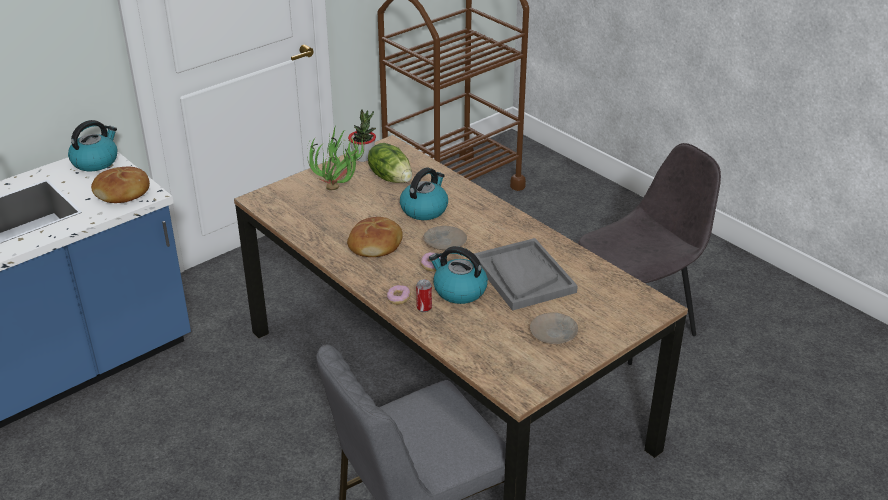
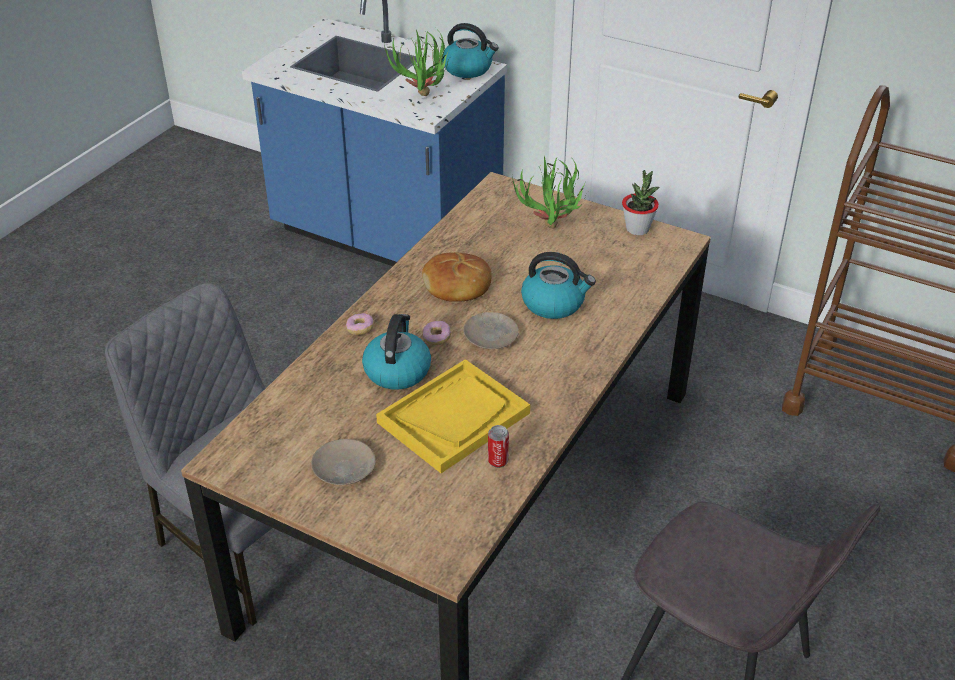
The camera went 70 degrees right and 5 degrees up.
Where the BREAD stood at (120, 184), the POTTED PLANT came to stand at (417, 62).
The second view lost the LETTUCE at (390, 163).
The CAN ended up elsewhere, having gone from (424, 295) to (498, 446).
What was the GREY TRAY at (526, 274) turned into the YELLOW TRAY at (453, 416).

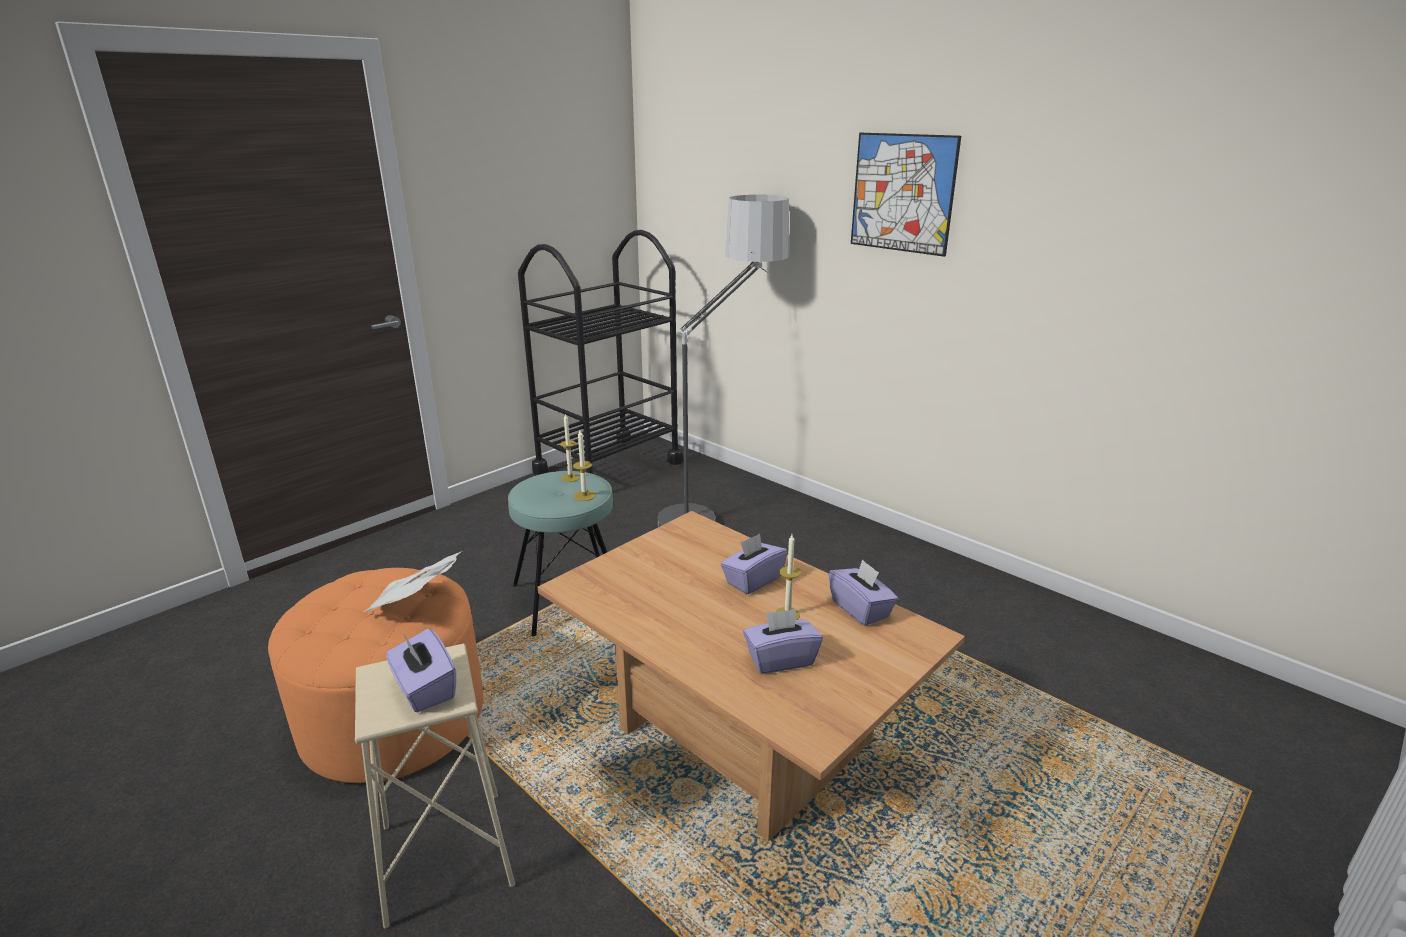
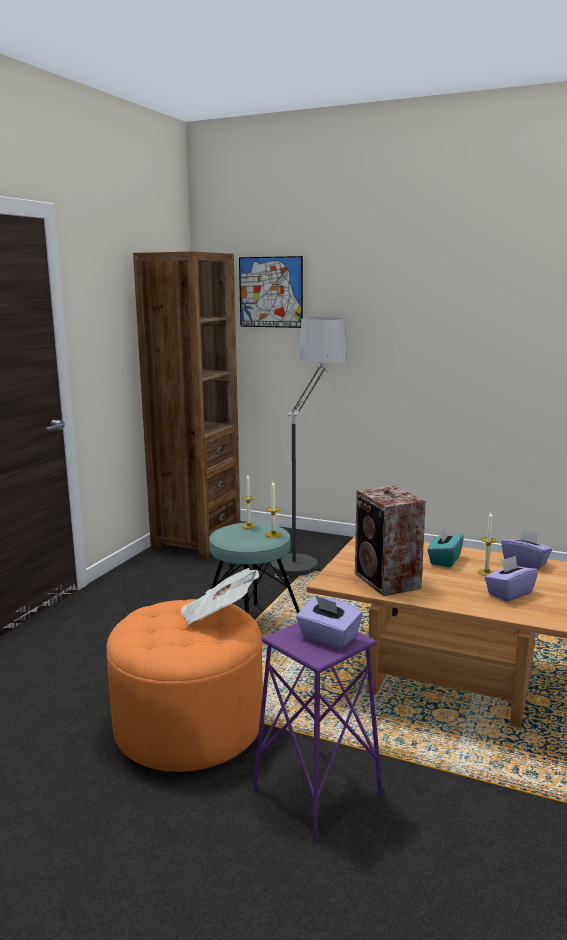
The camera went 20 degrees left and 10 degrees down.
What was the BEIGE STOOL at (435, 785) turned into the PURPLE STOOL at (318, 732).
Where the BLACK CART stood at (600, 352), the BROWN BOOKCASE came to stand at (186, 405).
What was the PURPLE TISSUE BOX at (754, 564) turned into the TURQUOISE TISSUE BOX at (445, 547).
The PICTURE ended up elsewhere, having gone from (906, 195) to (271, 292).
The second view gained the SPEAKER at (390, 541).

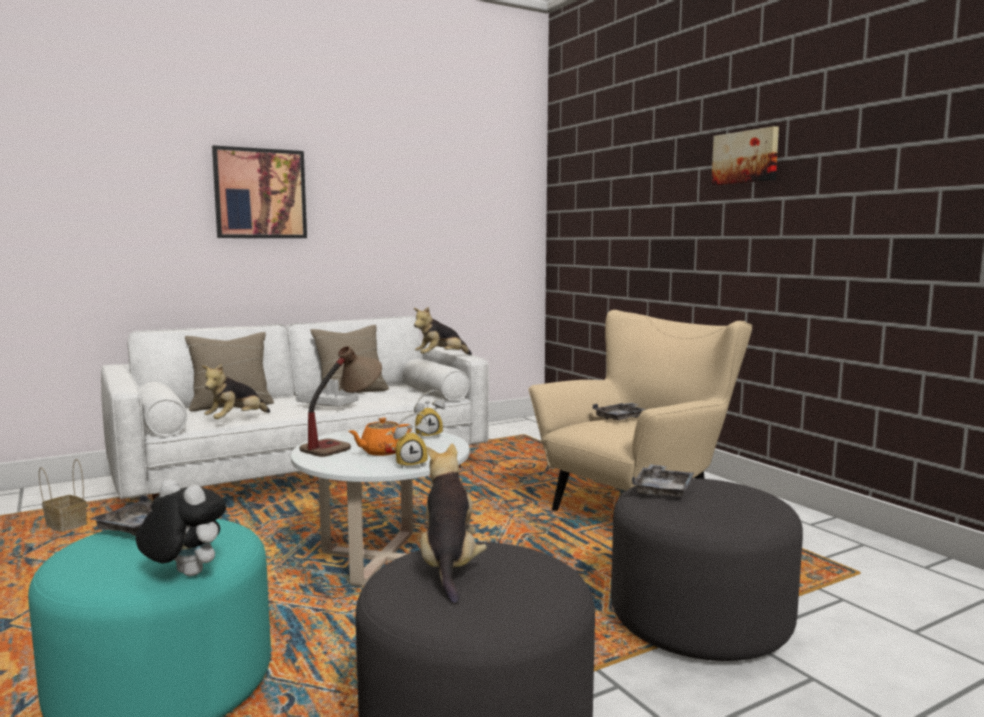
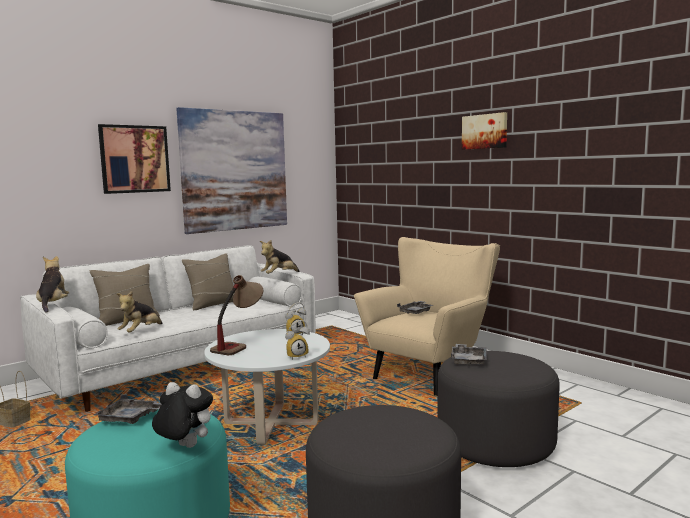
The camera went 10 degrees left and 0 degrees up.
The second view lost the GREY TRAY at (327, 392).
The second view lost the ORANGE TEAPOT at (380, 437).
The PLUSH TOY ended up elsewhere, having gone from (453, 523) to (52, 284).
The second view gained the PICTURE at (231, 170).

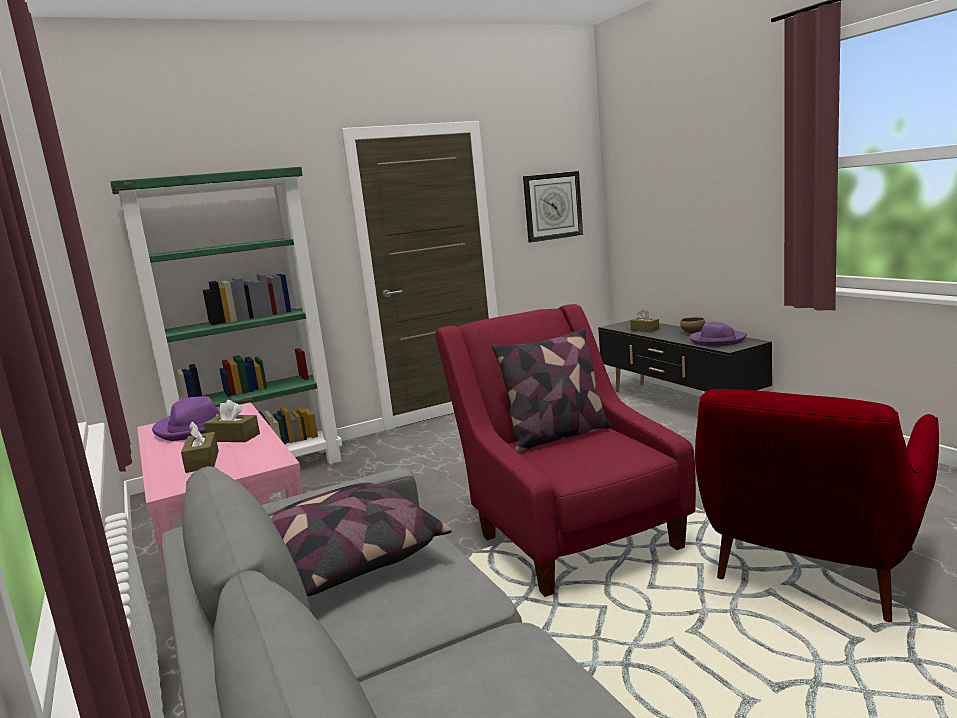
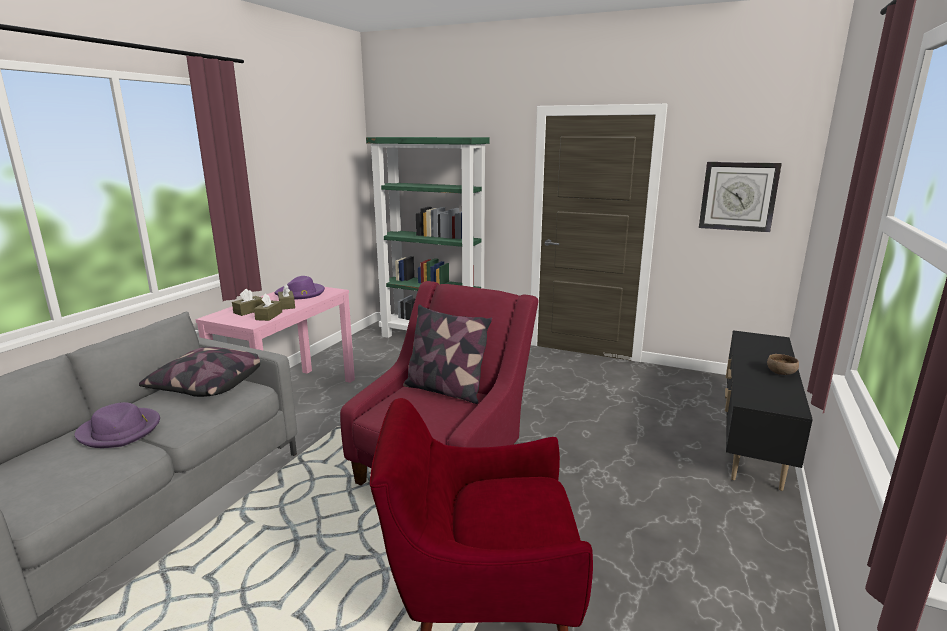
The camera went 50 degrees right and 5 degrees up.
The BROWN TISSUE BOX ended up elsewhere, having gone from (644, 320) to (268, 307).
The PURPLE HAT ended up elsewhere, having gone from (718, 334) to (117, 425).

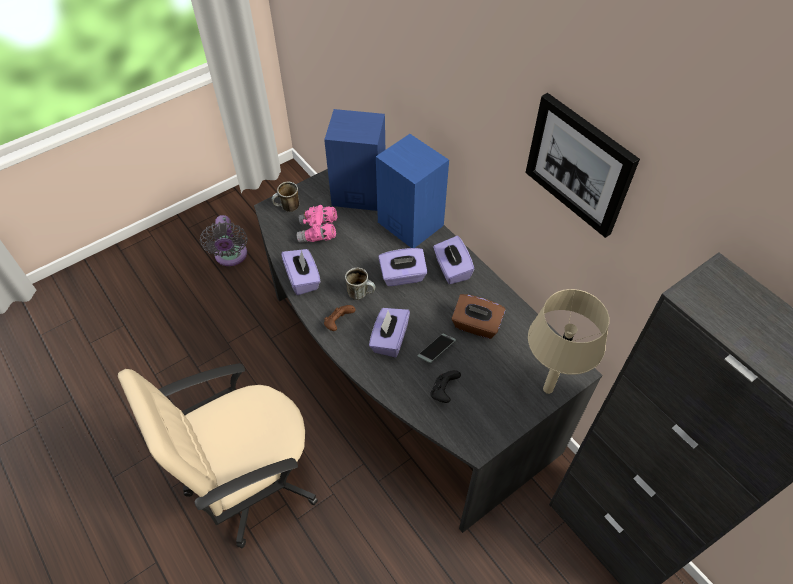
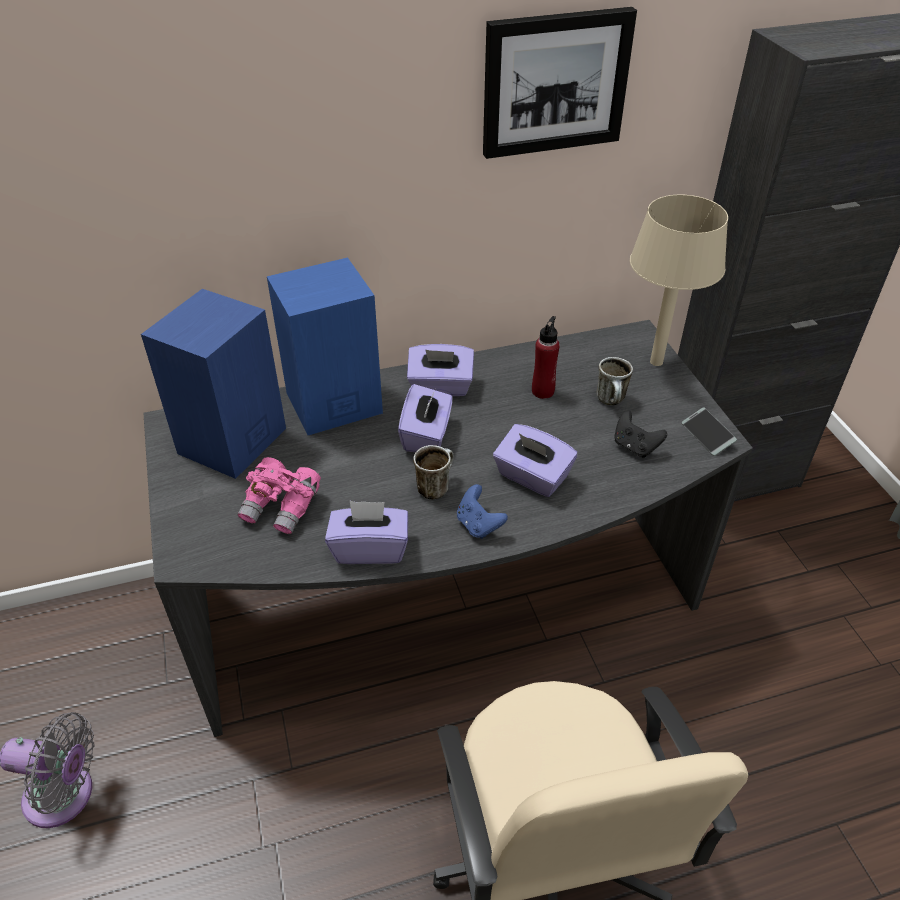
The camera went 70 degrees left and 10 degrees down.
The MUG ended up elsewhere, having gone from (285, 197) to (615, 381).
What was the BROWN GAME CONTROLLER at (340, 318) turned into the BLUE GAME CONTROLLER at (482, 511).
The PHONE ended up elsewhere, having gone from (437, 348) to (709, 431).
Where the BROWN TISSUE BOX stood at (478, 316), the RED BOTTLE came to stand at (546, 357).

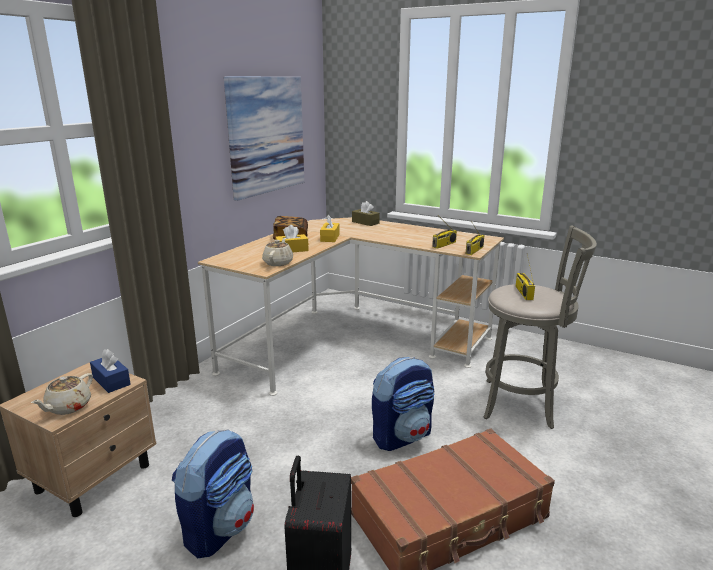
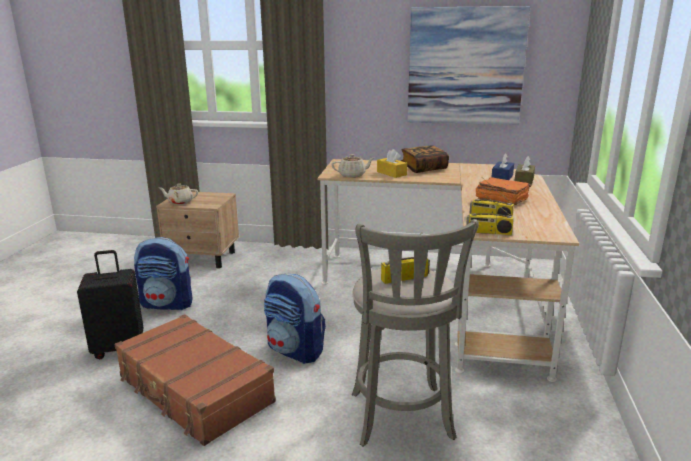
The camera went 70 degrees right and 0 degrees up.
The BLUE TISSUE BOX ended up elsewhere, having gone from (110, 371) to (503, 166).
The second view lost the YELLOW TISSUE BOX at (330, 228).
The second view gained the ORANGE BOOK at (503, 191).

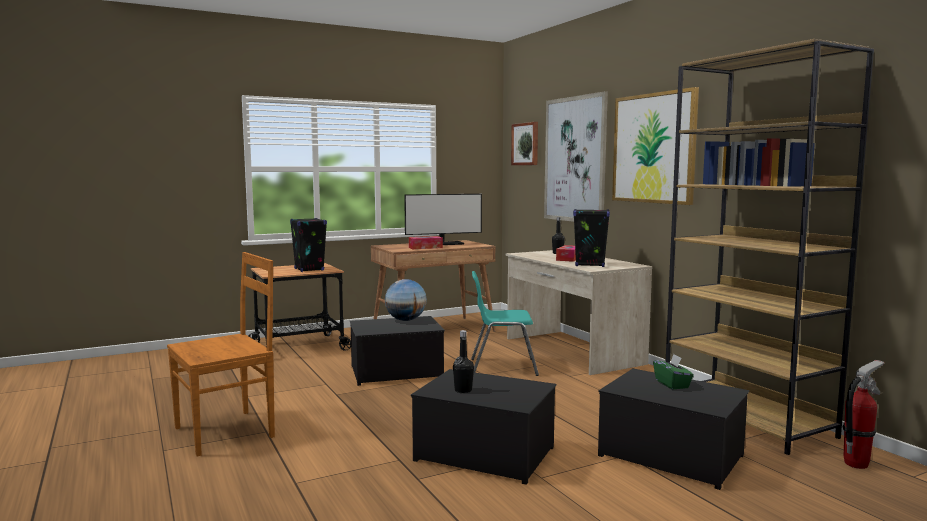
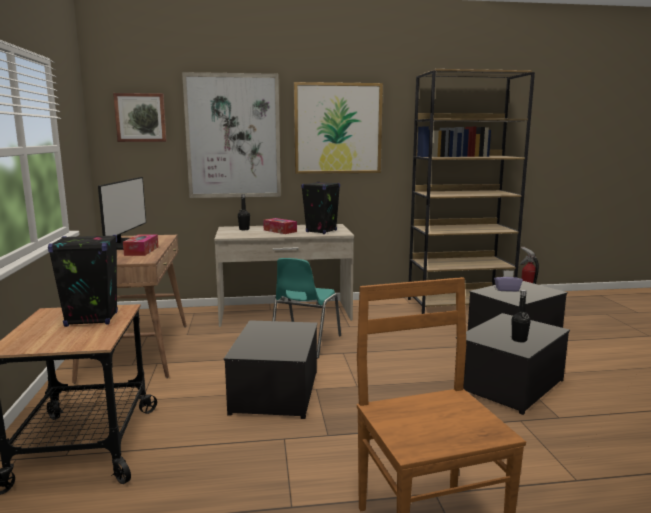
The camera went 70 degrees left and 5 degrees up.
The second view lost the GLOBE at (406, 300).
What was the GREEN TISSUE BOX at (673, 371) turned into the PURPLE TISSUE BOX at (508, 280).

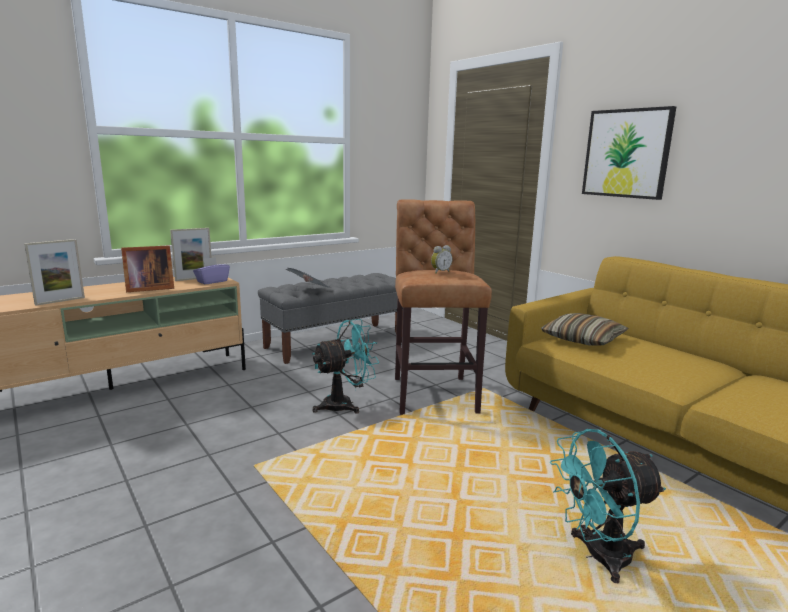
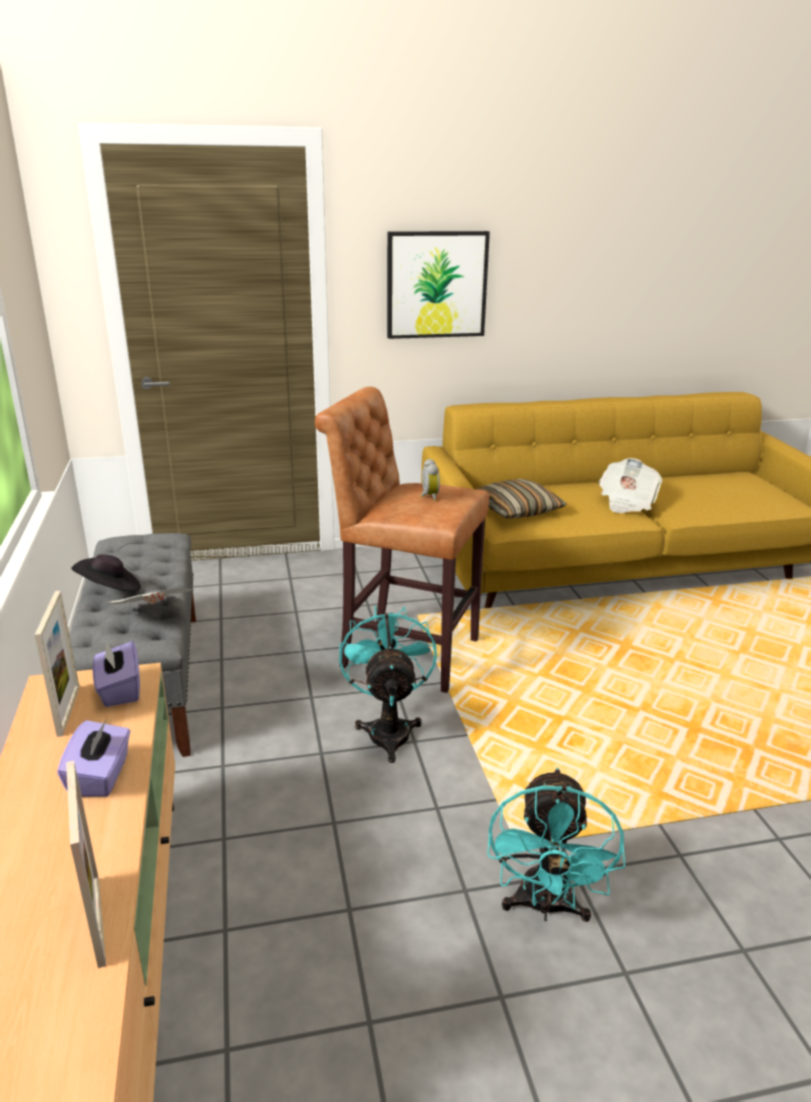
The camera went 65 degrees left and 10 degrees up.
Where the PICTURE FRAME stood at (147, 268), the PURPLE TISSUE BOX came to stand at (93, 758).
The TURQUOISE FAN ended up elsewhere, having gone from (608, 506) to (556, 845).
The second view gained the BLACK HAT at (106, 572).
The second view gained the NEWSPAPER at (630, 485).

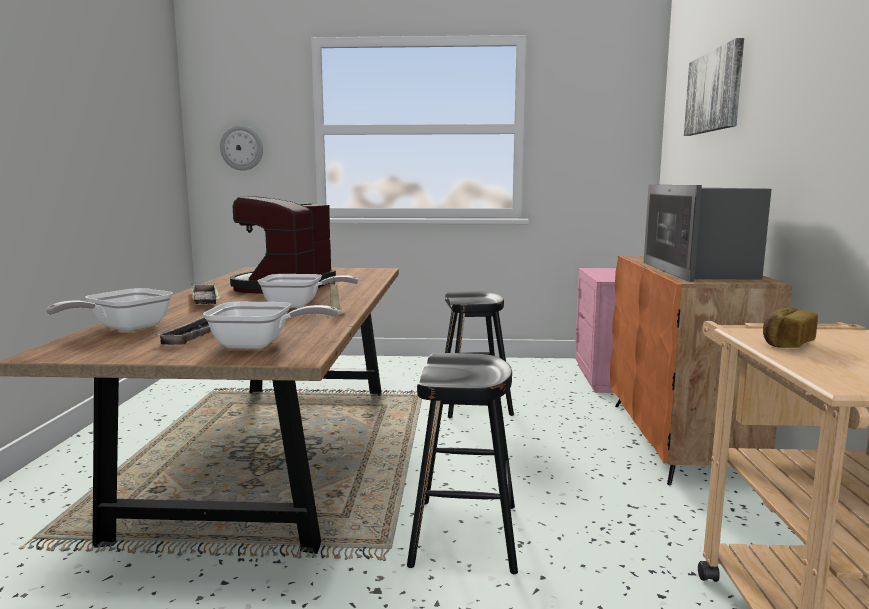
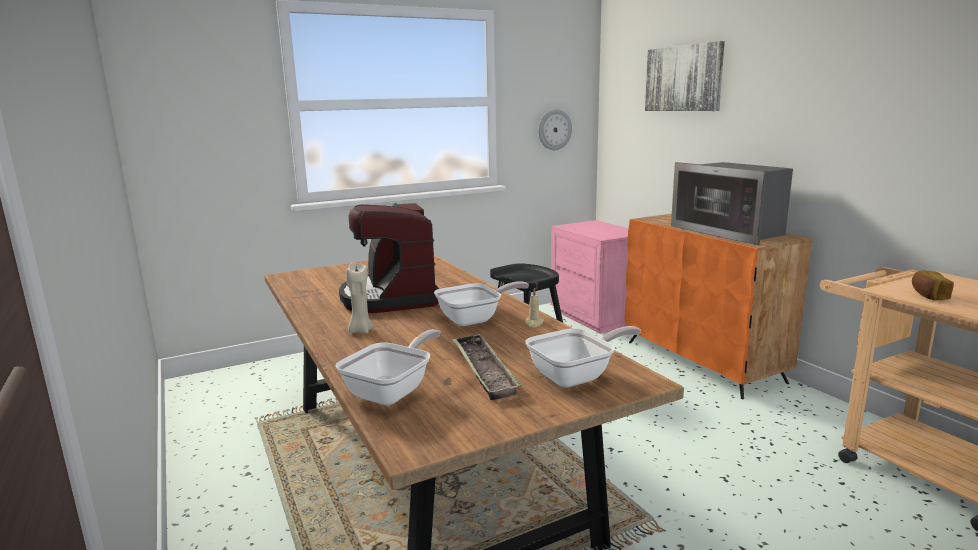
The camera went 30 degrees left and 5 degrees up.
The FRYING PAN at (109, 309) ended up facing another way, 150 degrees counterclockwise from before.
Where the TRAY stood at (205, 294), the BEIGE CANDLE came to stand at (360, 298).
The WALL CLOCK ended up elsewhere, having gone from (241, 148) to (555, 129).
The second view lost the BLACK STOOL at (462, 463).

